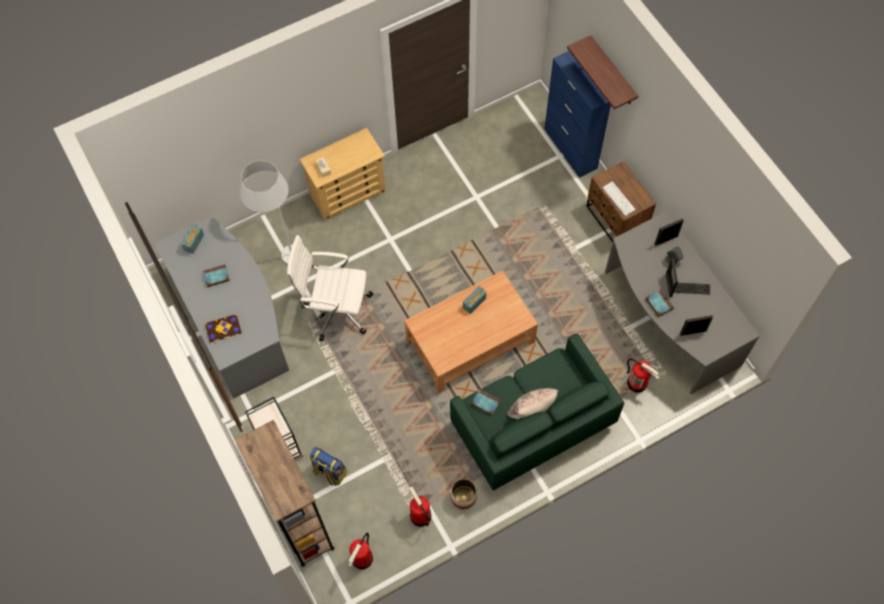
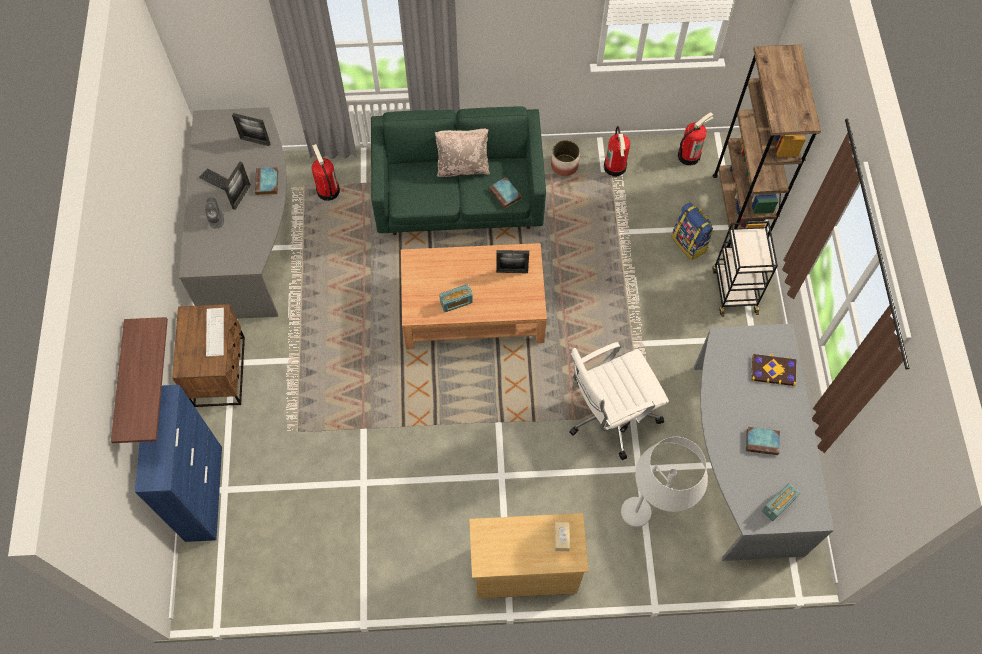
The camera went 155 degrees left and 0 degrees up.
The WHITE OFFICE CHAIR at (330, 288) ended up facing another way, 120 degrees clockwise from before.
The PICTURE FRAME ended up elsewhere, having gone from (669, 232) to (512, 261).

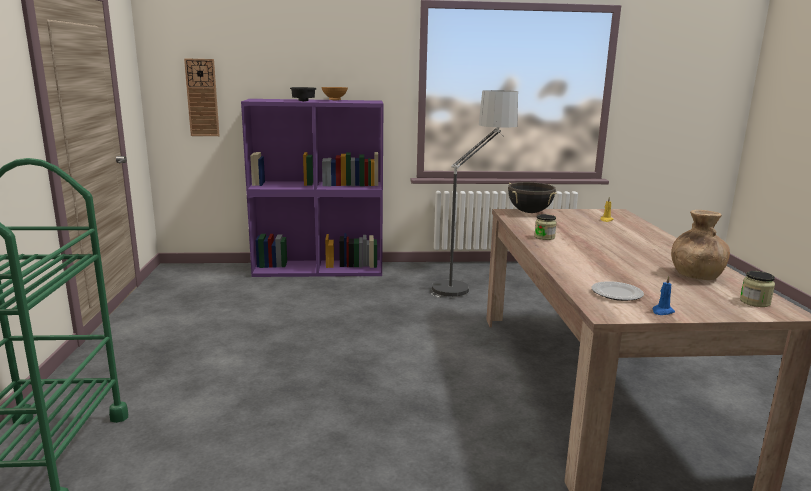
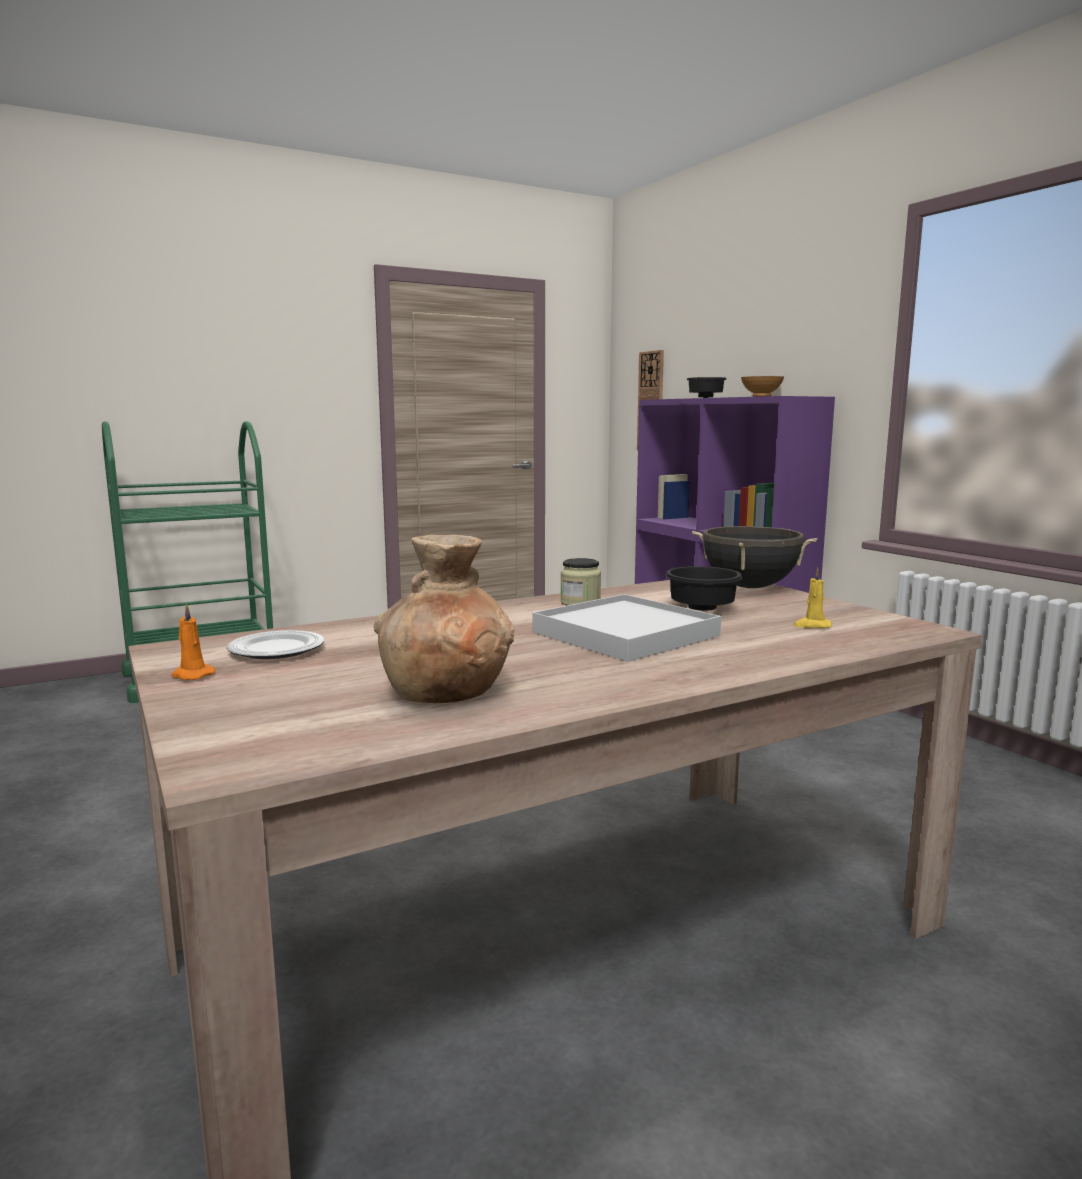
The camera went 65 degrees right and 5 degrees down.
The second view lost the FLOOR LAMP at (475, 194).
What was the BLUE CANDLE at (663, 295) turned into the ORANGE CANDLE at (193, 641).
The second view lost the JAR at (757, 289).
The second view gained the WHITE TRAY at (626, 628).
The second view gained the BLACK BOWL at (704, 588).

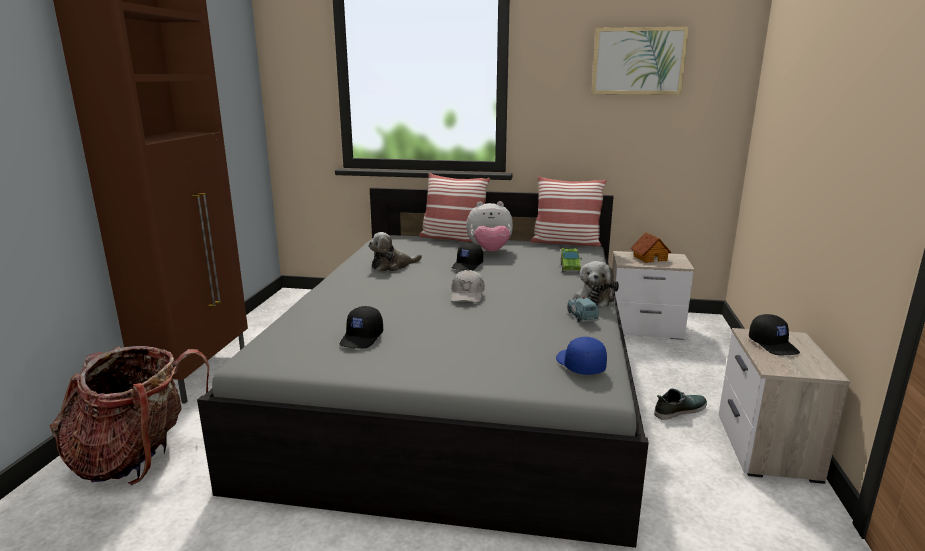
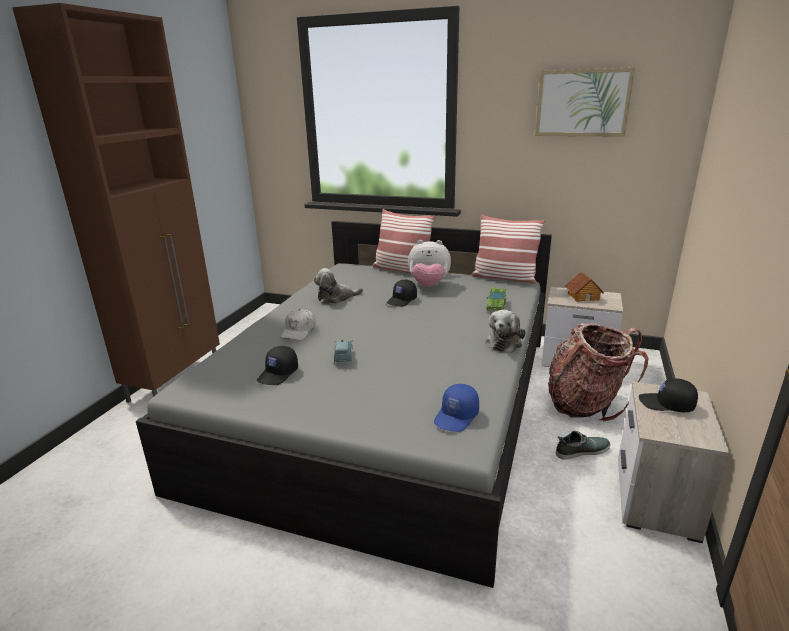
The camera went 10 degrees right and 5 degrees up.
The BACKPACK ended up elsewhere, having gone from (129, 415) to (598, 372).
The WHITE CAP ended up elsewhere, having gone from (468, 286) to (298, 324).
The BLUE CAP at (581, 356) ended up facing another way, 135 degrees counterclockwise from before.
The BLUE TOY CAR ended up elsewhere, having gone from (583, 309) to (343, 352).
The BLACK CAP at (774, 334) ended up facing another way, 120 degrees clockwise from before.

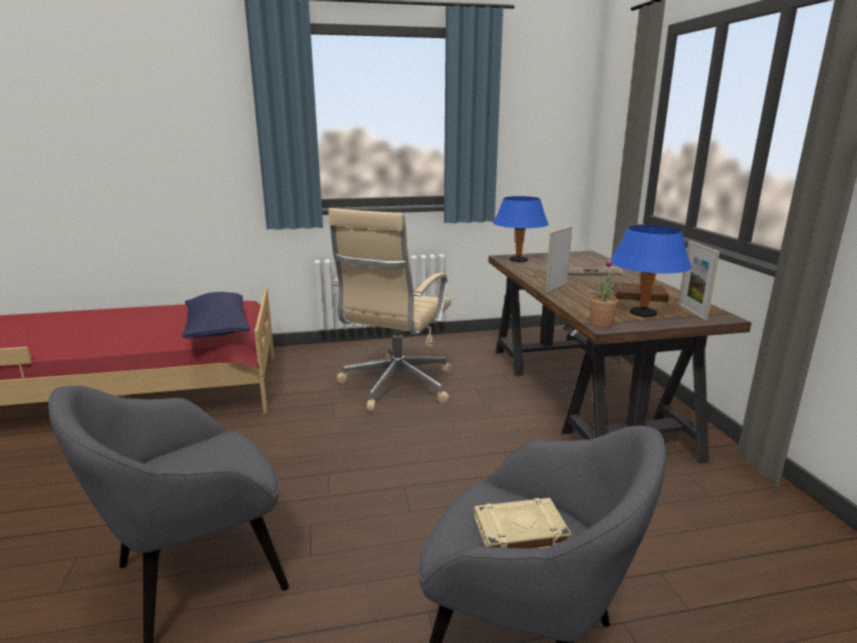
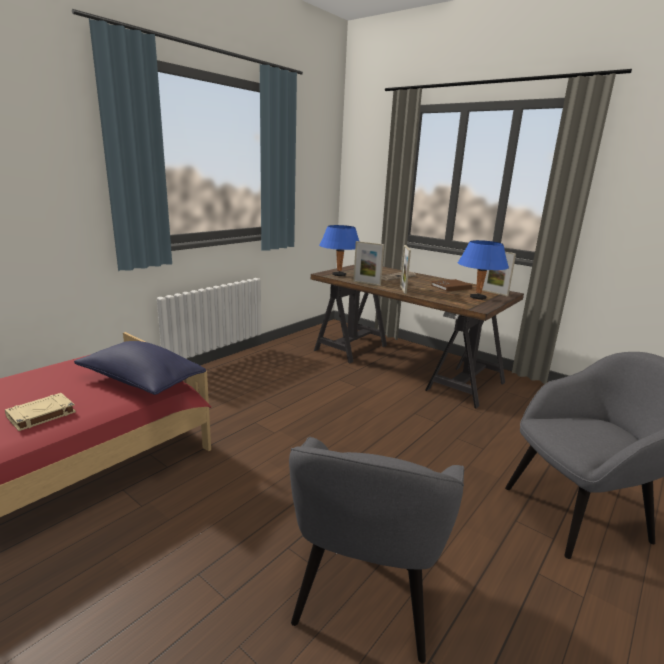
The camera went 40 degrees left and 0 degrees up.
The second view lost the BEIGE OFFICE CHAIR at (390, 309).
The BEIGE BOOK ended up elsewhere, having gone from (522, 523) to (40, 412).
The second view lost the POTTED PLANT at (604, 293).
The second view gained the PICTURE FRAME at (368, 263).

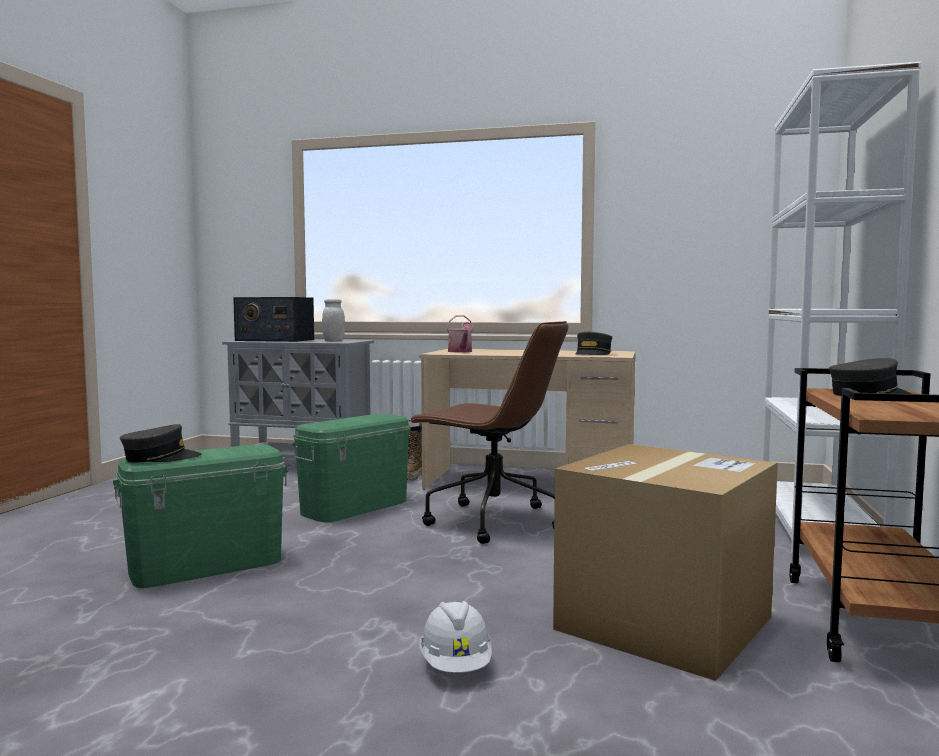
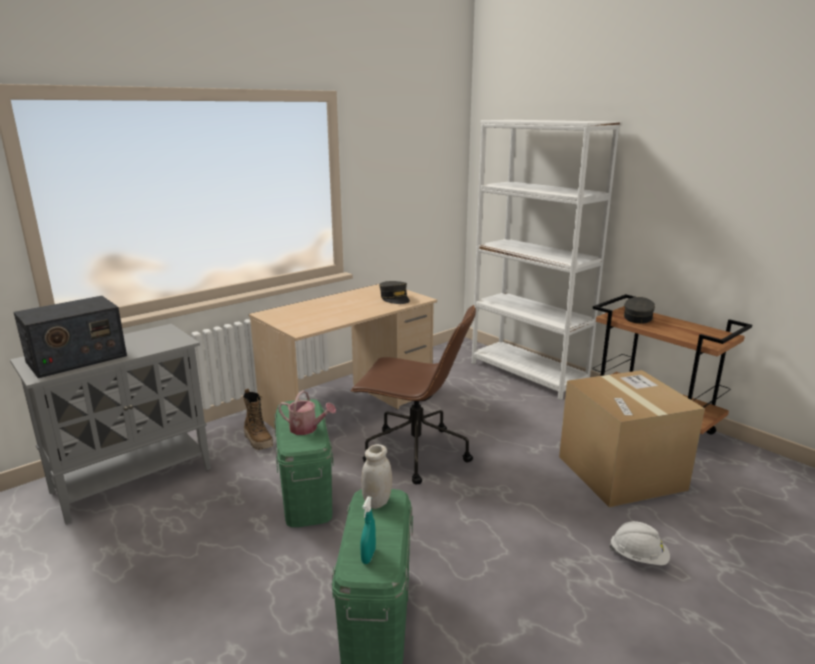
The camera went 55 degrees left and 15 degrees up.
Where the GREY CAP stood at (161, 443), the TURQUOISE SPRAY BOTTLE came to stand at (368, 530).
The WHITE JAR ended up elsewhere, having gone from (333, 320) to (376, 476).
The BROWN OFFICE CHAIR at (488, 432) ended up facing another way, 45 degrees clockwise from before.
The WATERING CAN ended up elsewhere, having gone from (459, 333) to (307, 412).

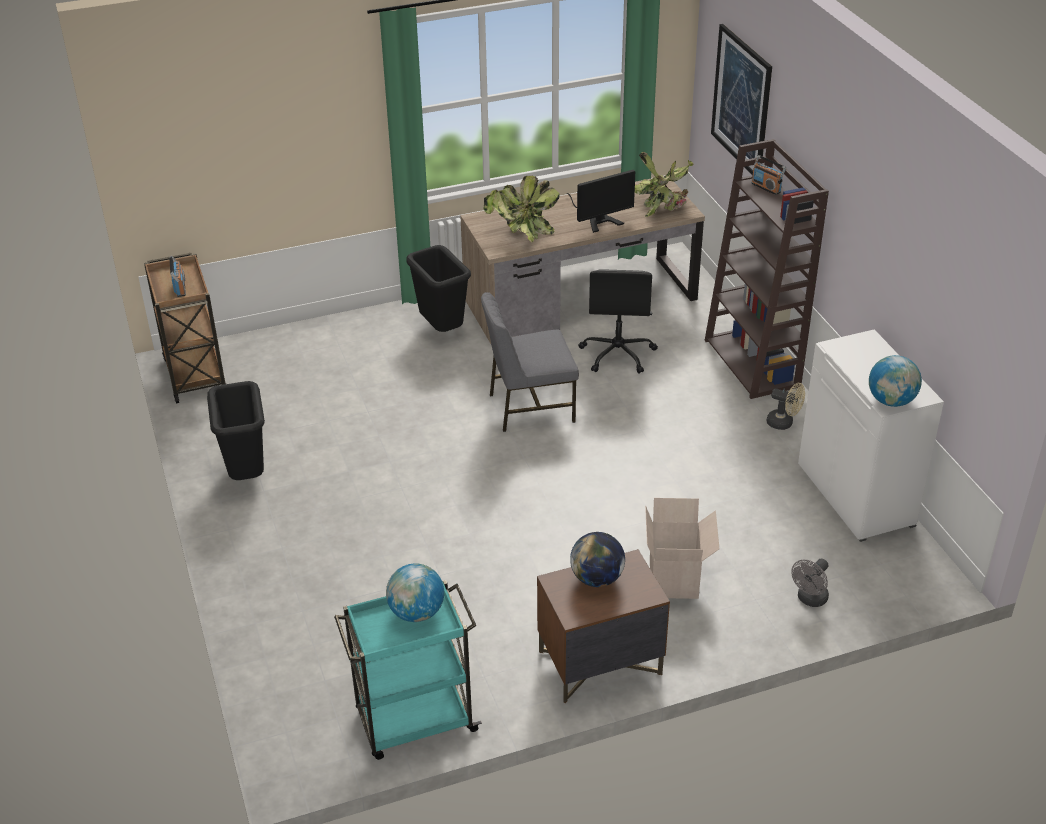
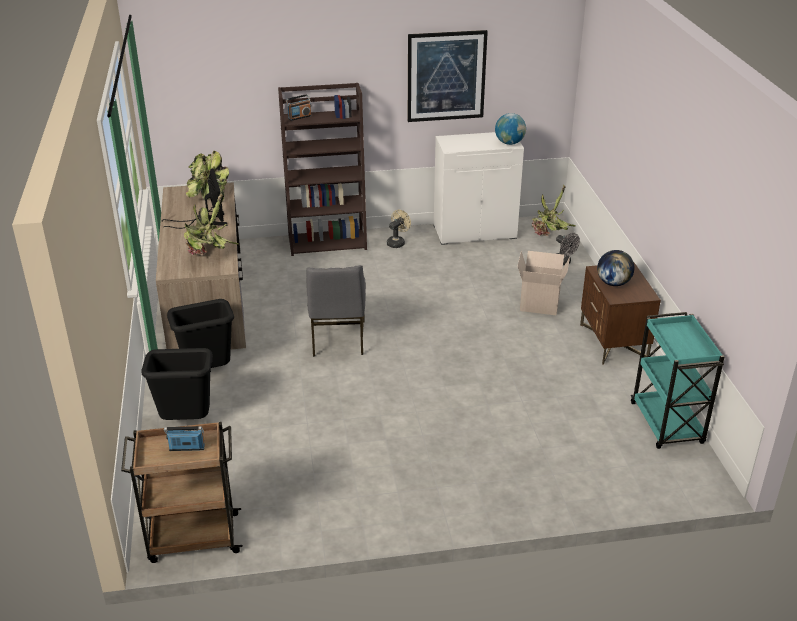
The camera went 80 degrees left and 5 degrees down.
The BLACK TRASH CAN ended up elsewhere, having gone from (236, 430) to (177, 384).
The second view lost the GLOBE at (415, 592).
The second view lost the BLACK OFFICE CHAIR at (618, 322).
The PICTURE ended up elsewhere, having gone from (741, 99) to (448, 76).
The second view gained the POTTED PLANT at (554, 210).

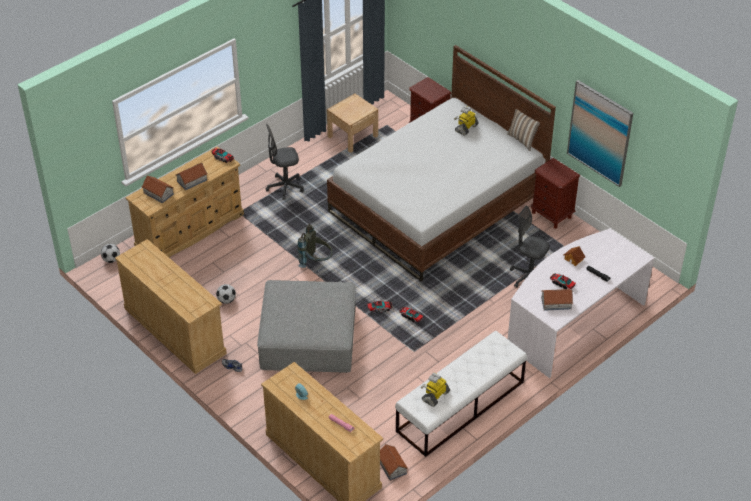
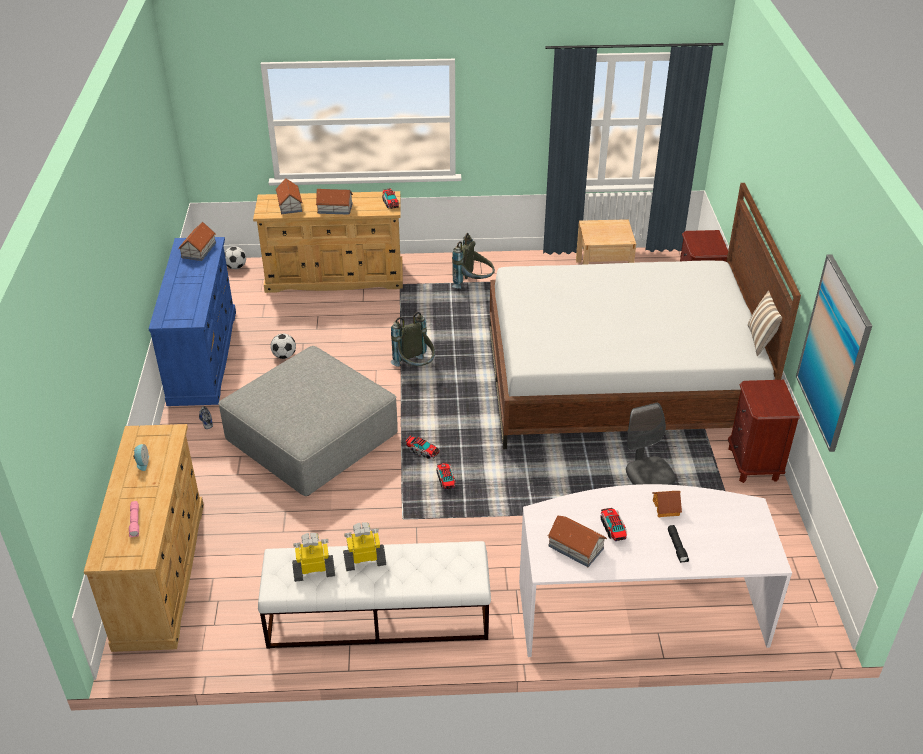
The camera went 40 degrees right and 5 degrees down.
What was the BEIGE DRESSER at (171, 306) turned into the BLUE DRESSER at (192, 321).
Where the GREY OFFICE CHAIR stood at (284, 162), the GREY BACKPACK came to stand at (473, 261).
The TOY HOUSE ended up elsewhere, having gone from (394, 462) to (197, 241).
The TOY ROBOT ended up elsewhere, having gone from (466, 120) to (364, 546).

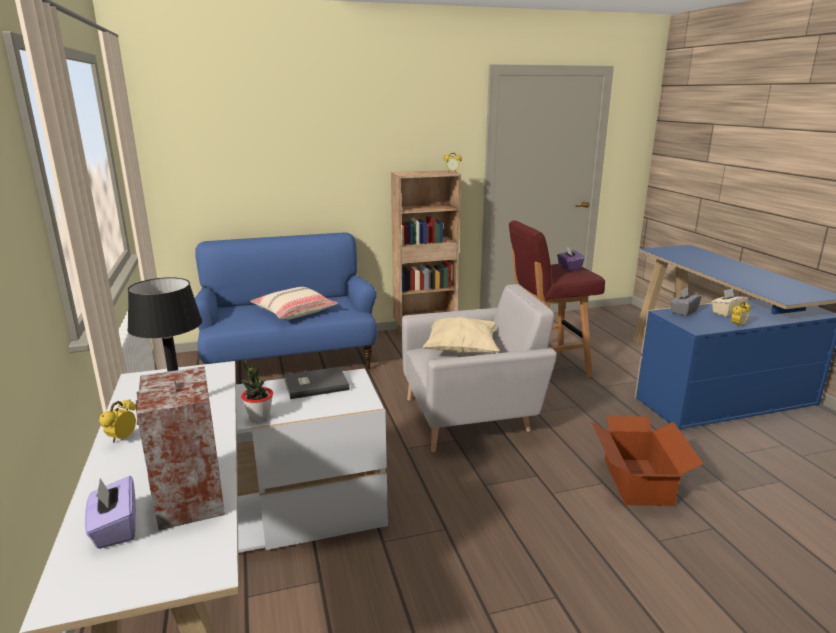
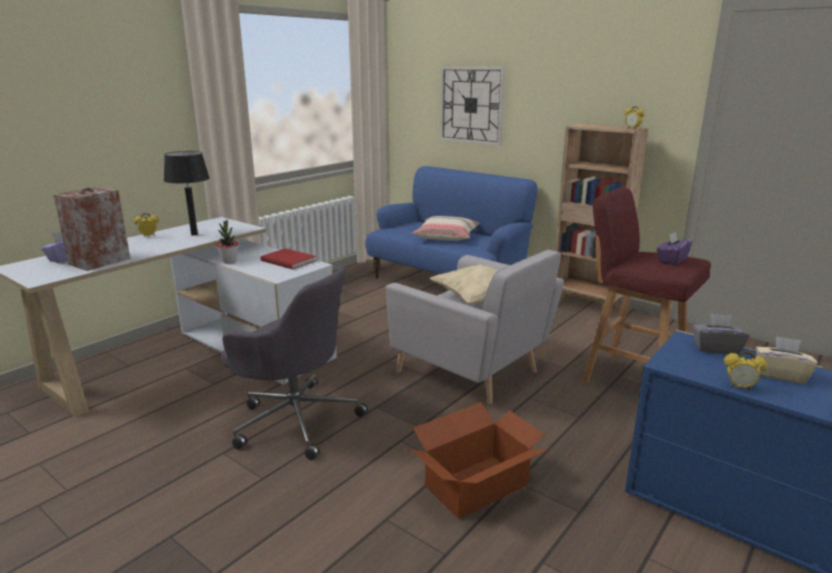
The camera went 55 degrees right and 0 degrees up.
What was the GREY BOOK at (317, 383) turned into the RED BOOK at (288, 258).
The second view gained the GREY OFFICE CHAIR at (294, 363).
The second view gained the WALL CLOCK at (472, 106).

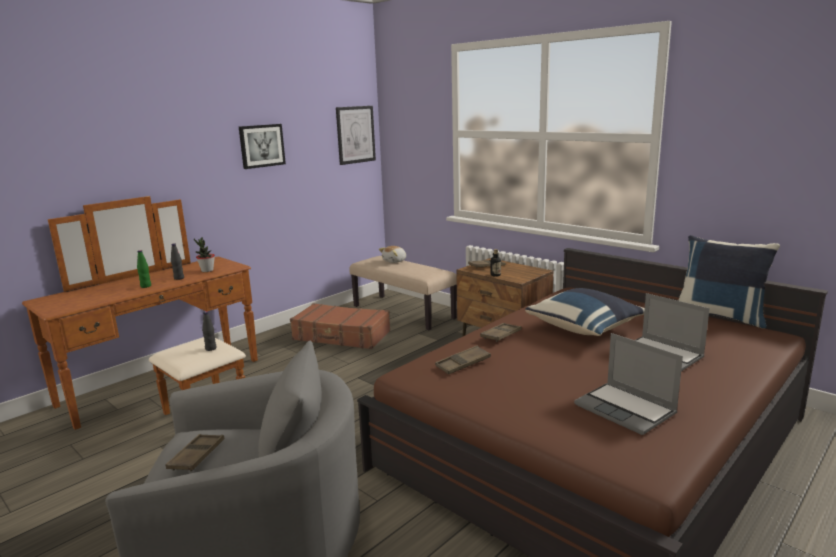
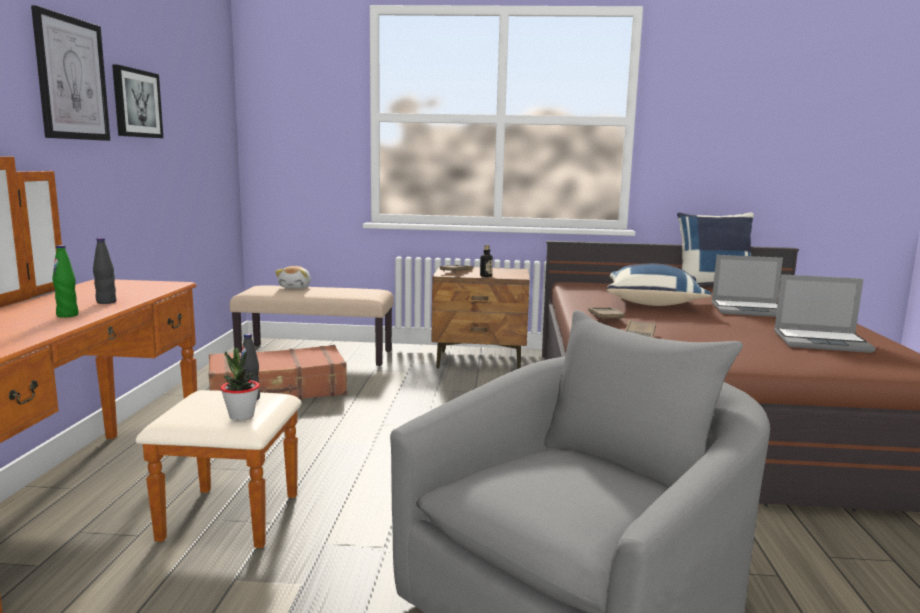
The camera went 40 degrees left and 5 degrees down.
The second view lost the BROWN TRAY at (195, 453).
The POTTED PLANT ended up elsewhere, having gone from (204, 255) to (240, 384).
The PICTURE ended up elsewhere, having gone from (356, 135) to (70, 73).

